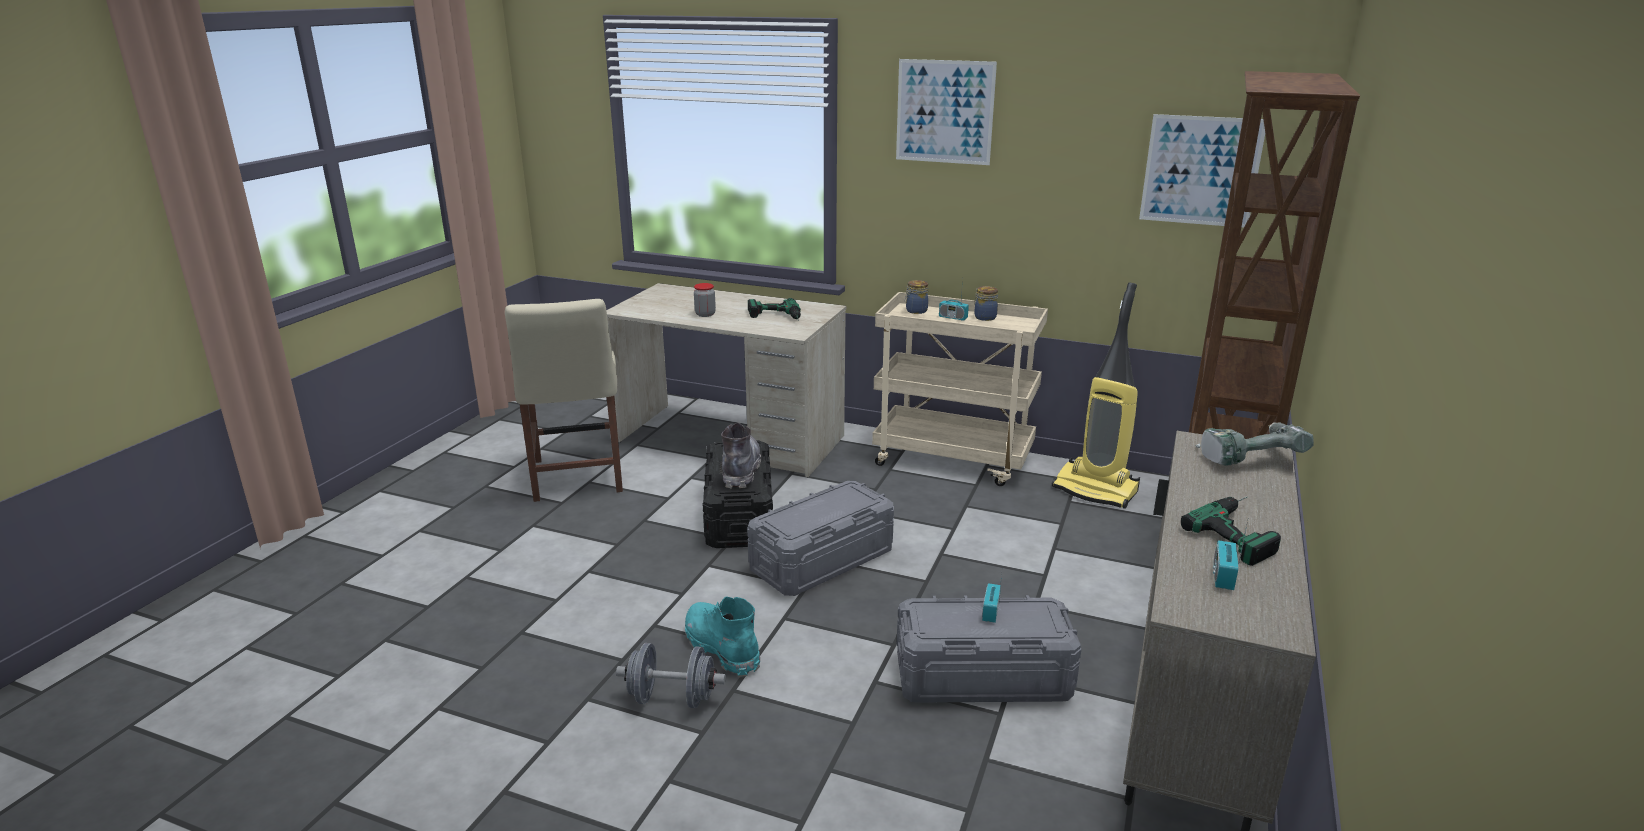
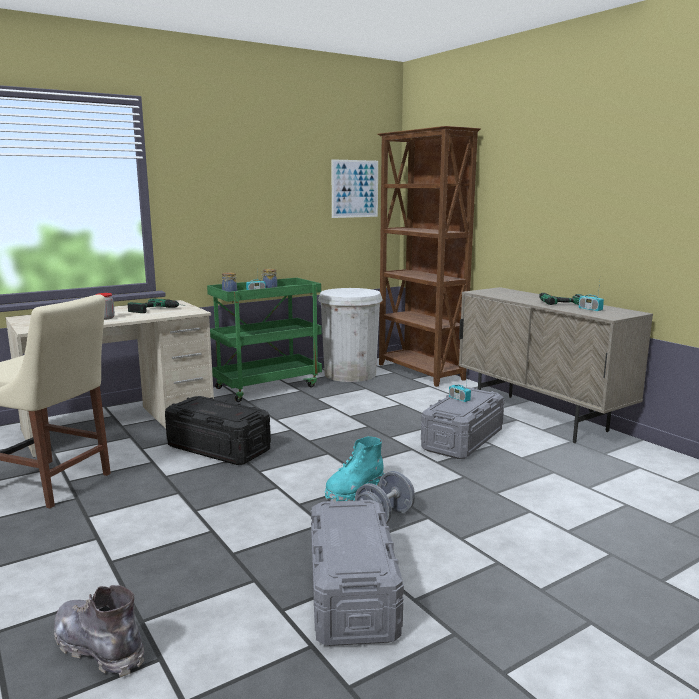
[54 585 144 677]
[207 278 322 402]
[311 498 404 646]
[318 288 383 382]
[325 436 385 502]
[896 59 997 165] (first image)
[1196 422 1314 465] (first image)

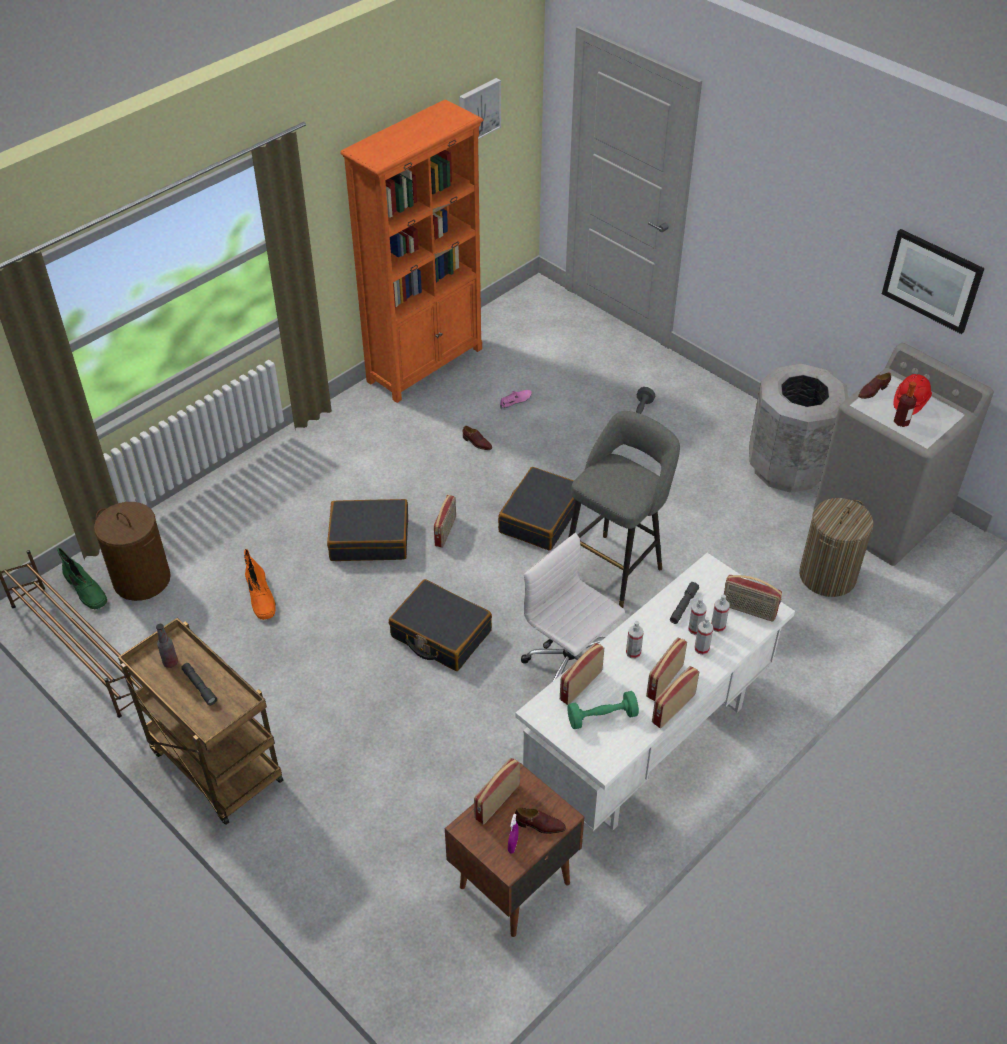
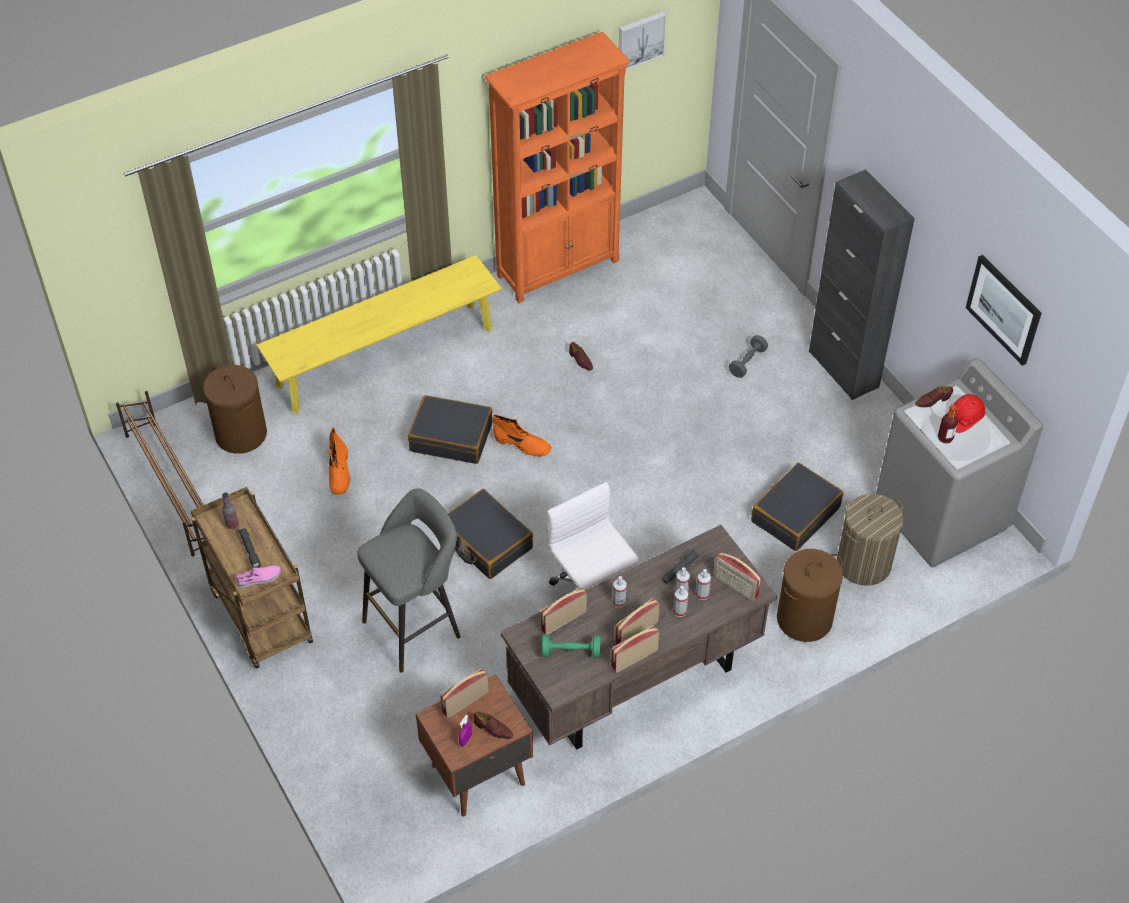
[236 565 281 588]
[257 255 502 414]
[358 489 461 673]
[493 414 551 457]
[500 525 777 750]
[751 463 843 551]
[777 549 843 642]
[809 169 915 400]
[57 548 107 610] (first image)
[749 363 849 493] (first image)

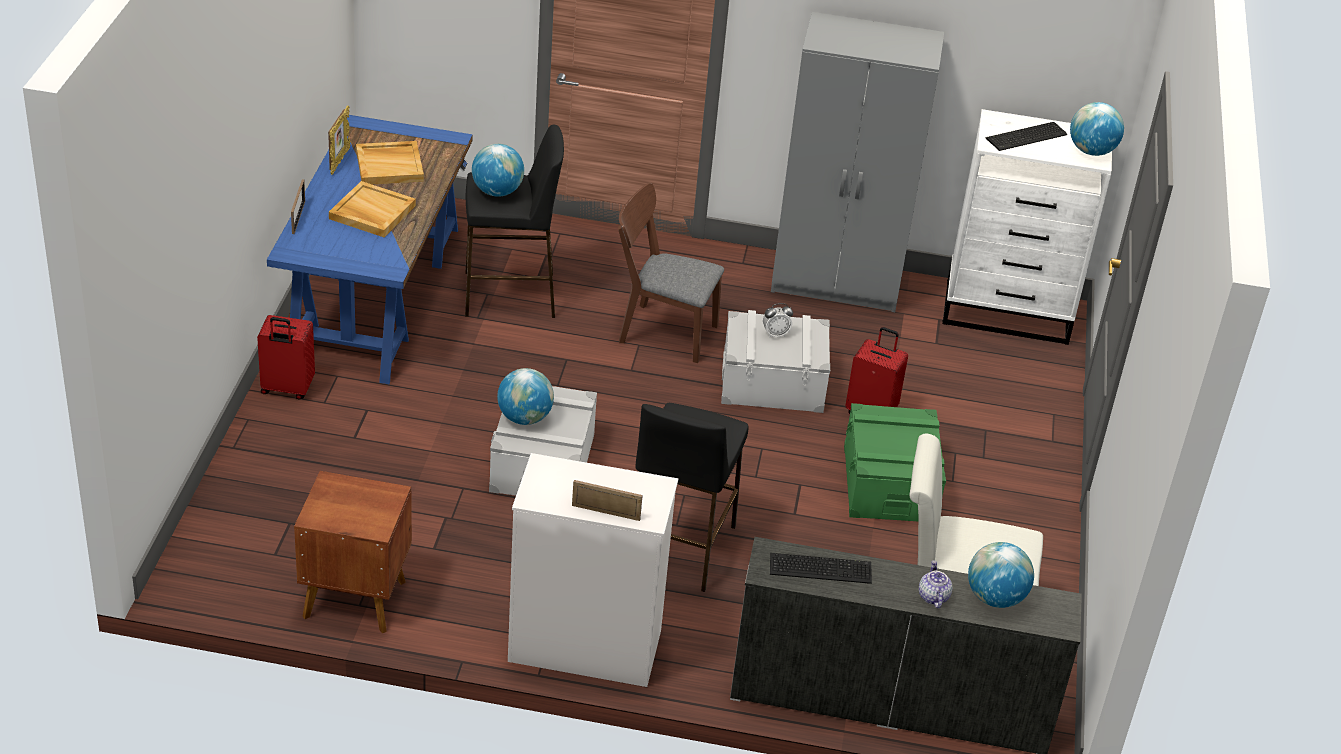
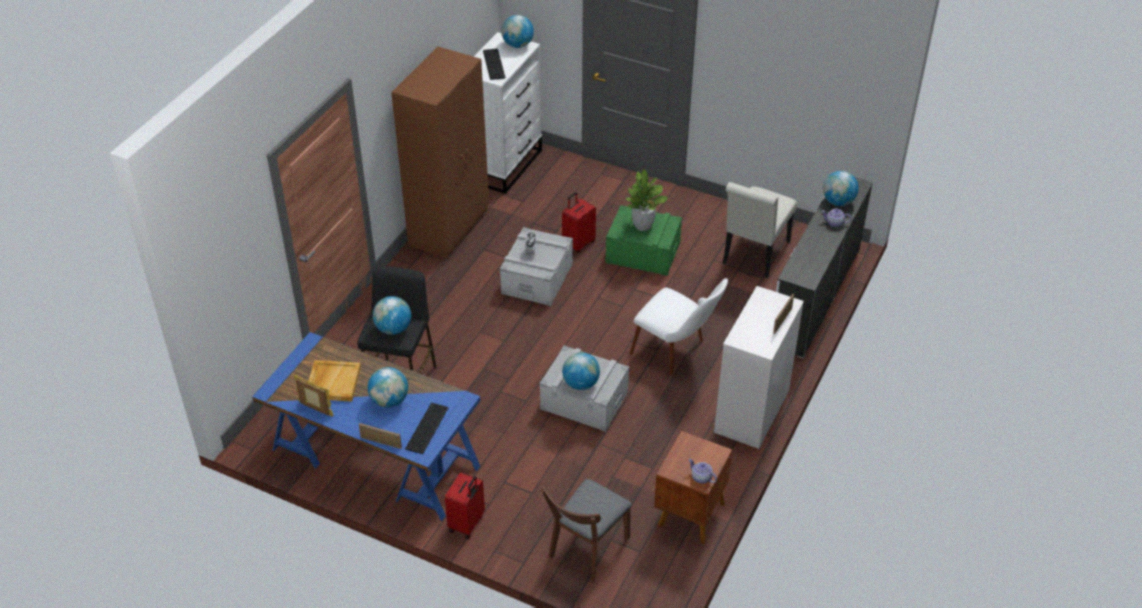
[368 367 408 408]
[391 47 489 259]
[405 403 448 454]
[541 479 632 582]
[626 169 669 231]
[630 278 728 375]
[688 459 717 484]

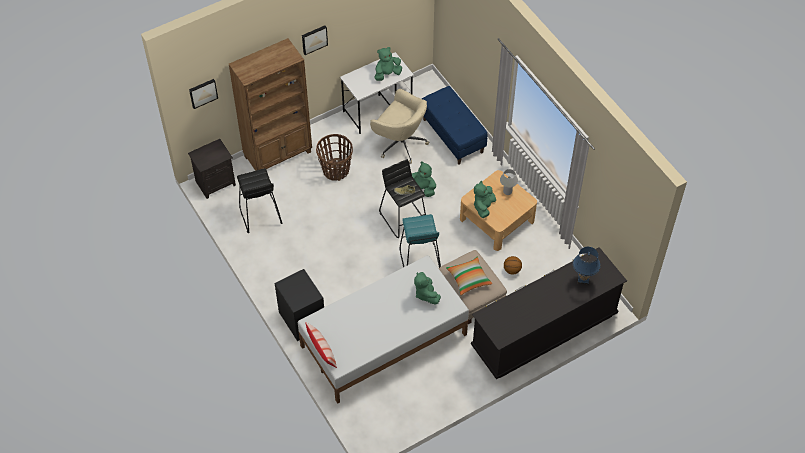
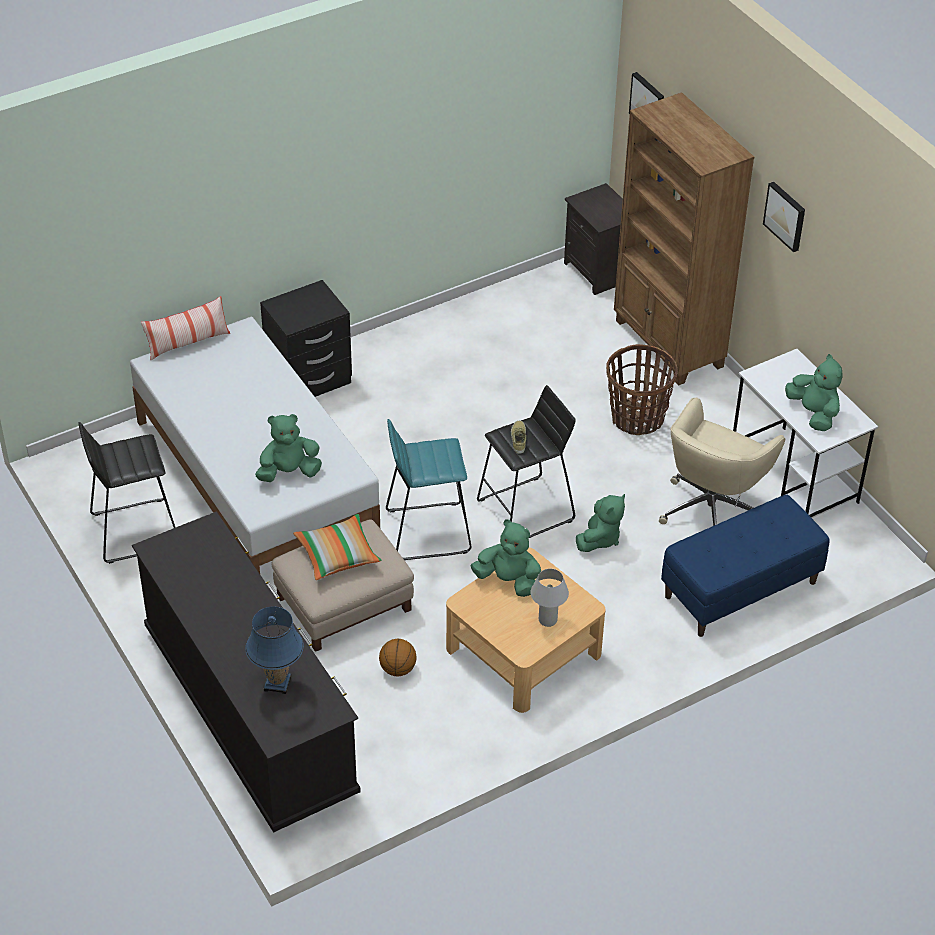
[78 422 175 564]

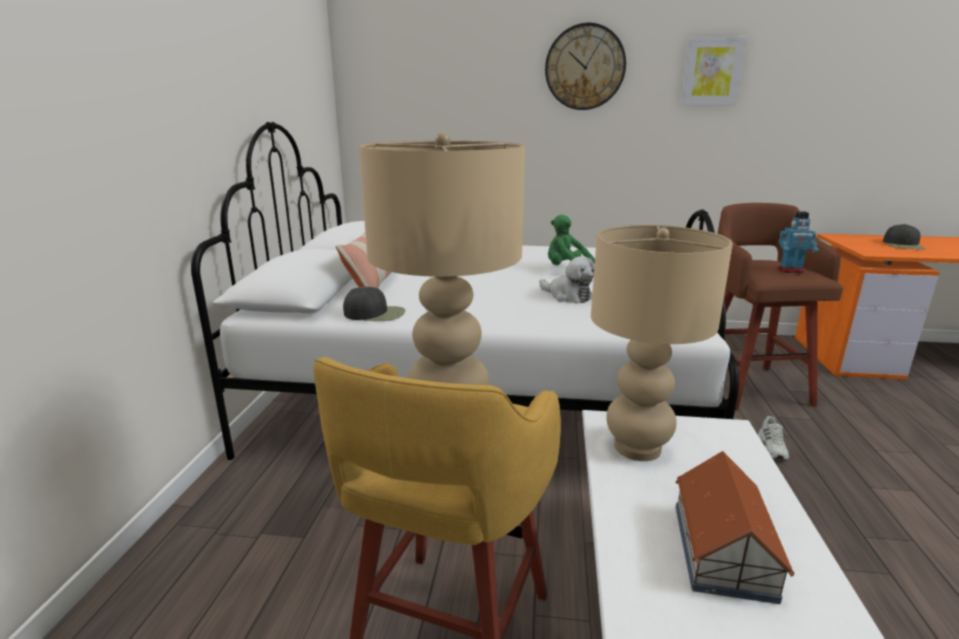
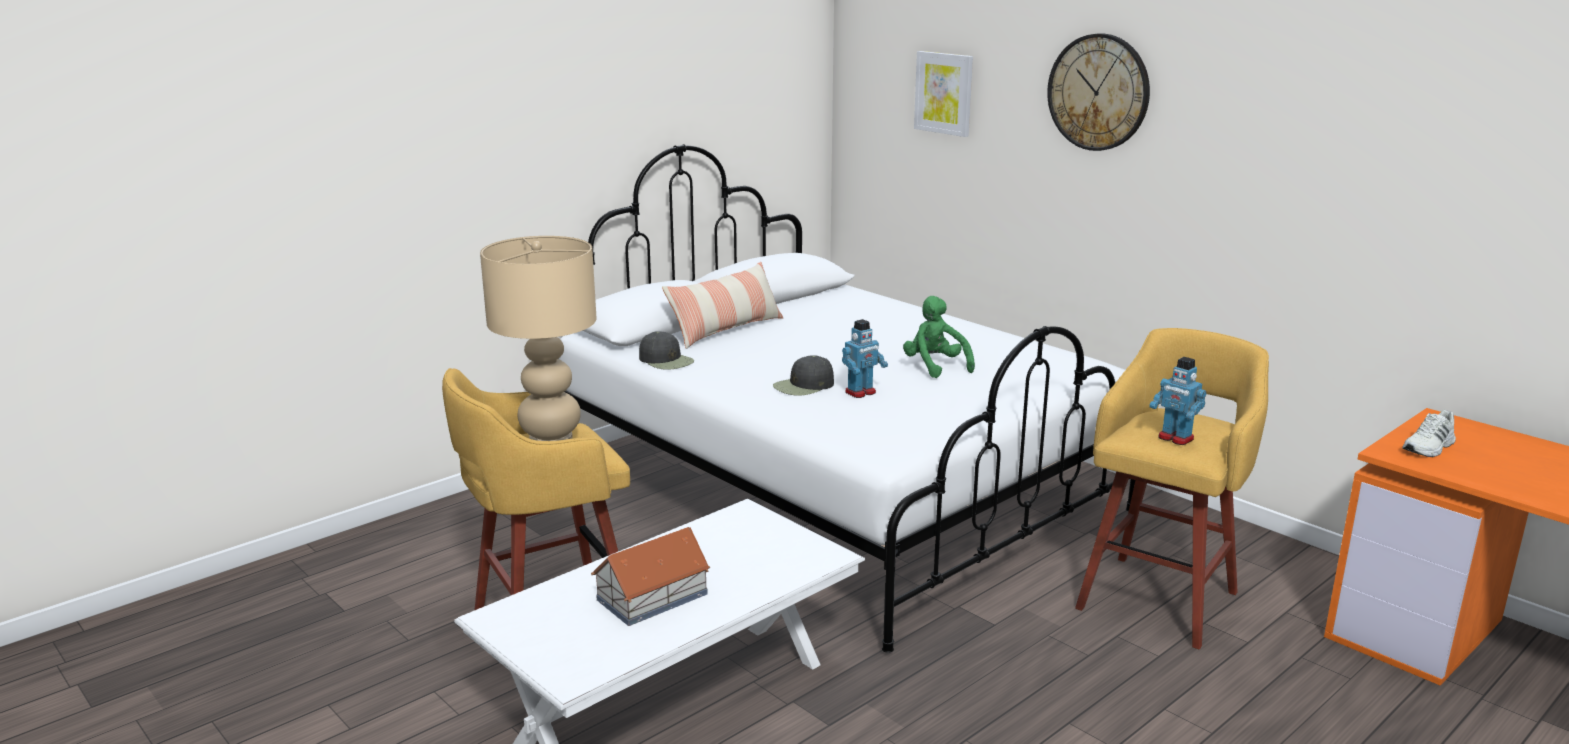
[773 355 834 396]
[842 319 888 398]
[914 51 973 137]
[1075 328 1269 649]
[1402 410 1456 457]
[591 225 733 461] (first image)

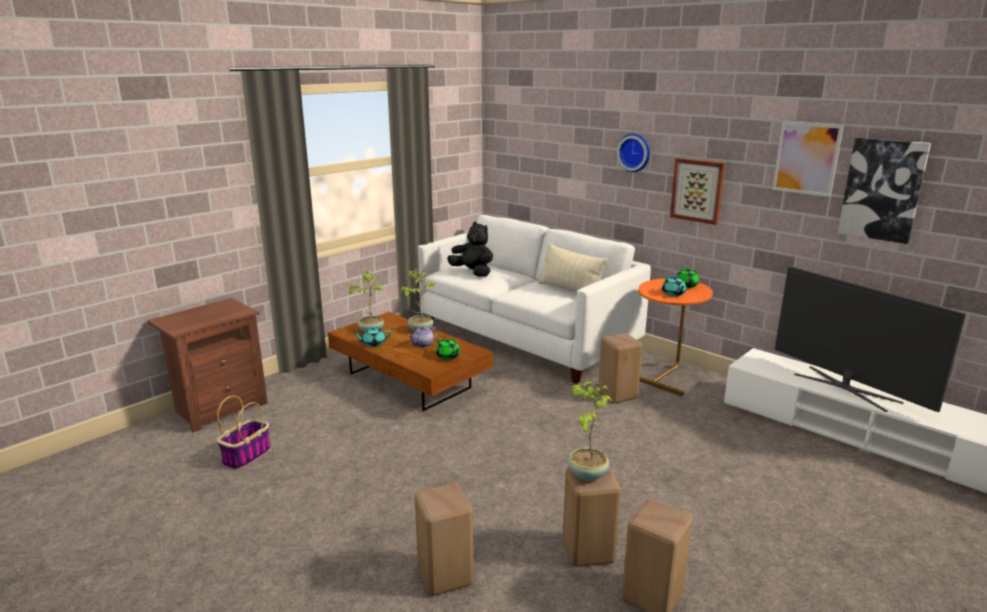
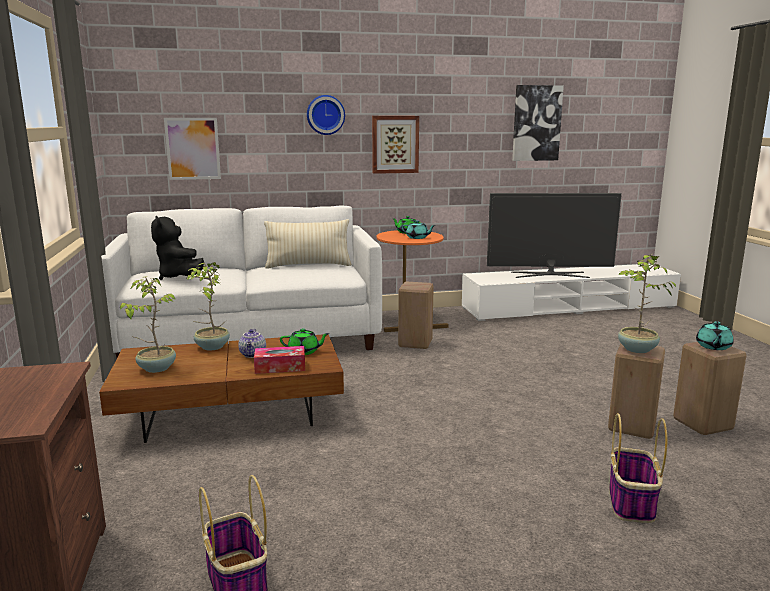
[151 216 204 280]
[164 118 221 180]
[254 346 305 374]
[609 413 668 523]
[696 321 734 350]

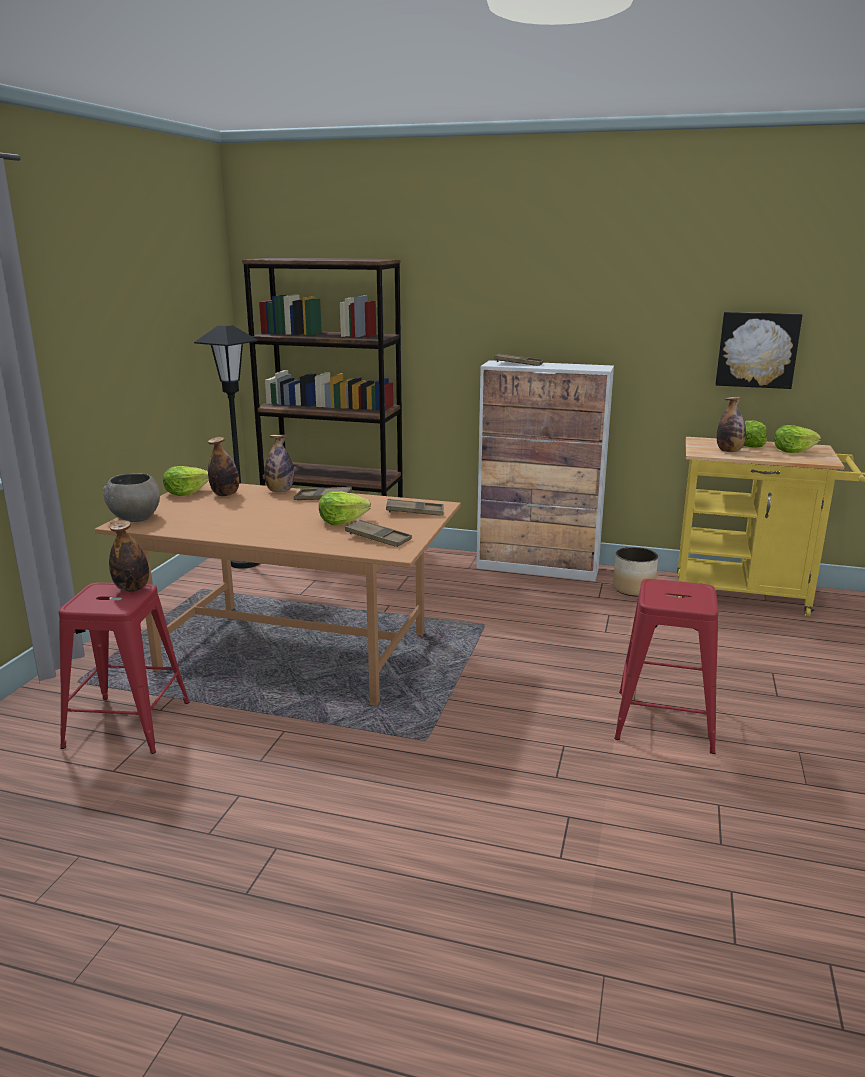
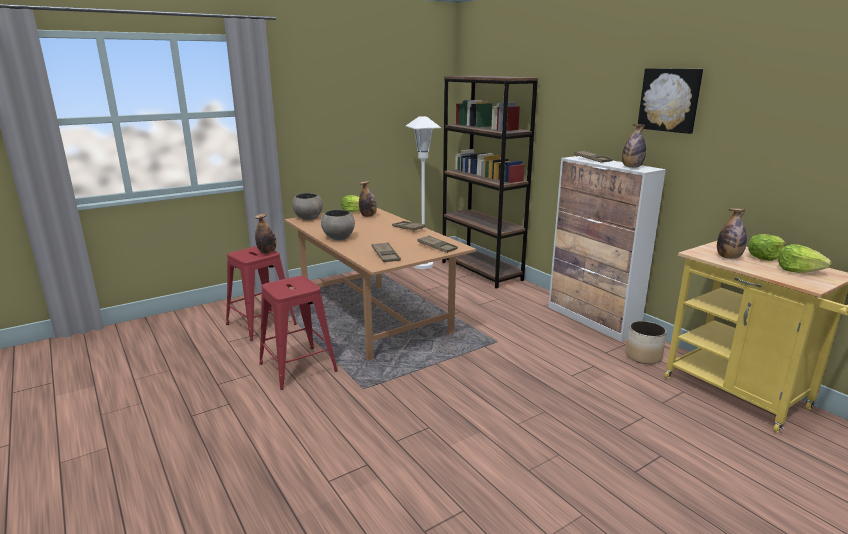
[259 276 338 390]
[321 210 355 240]
[406 116 441 269]
[622 124 646 168]
[638 68 703 134]
[319 491 371 525] (first image)

